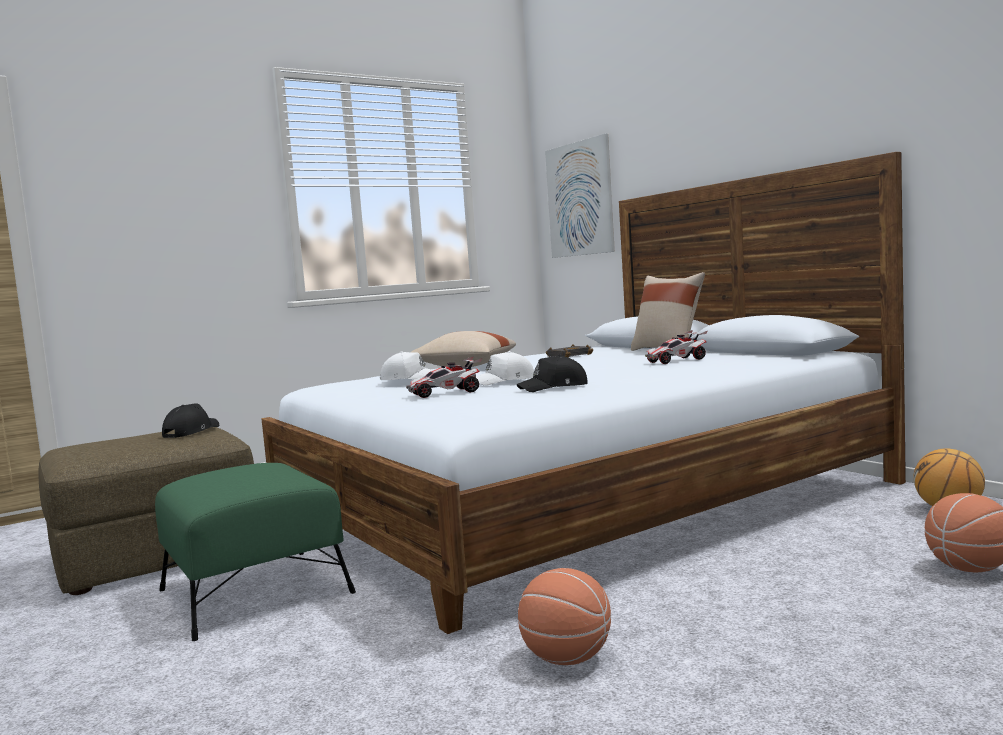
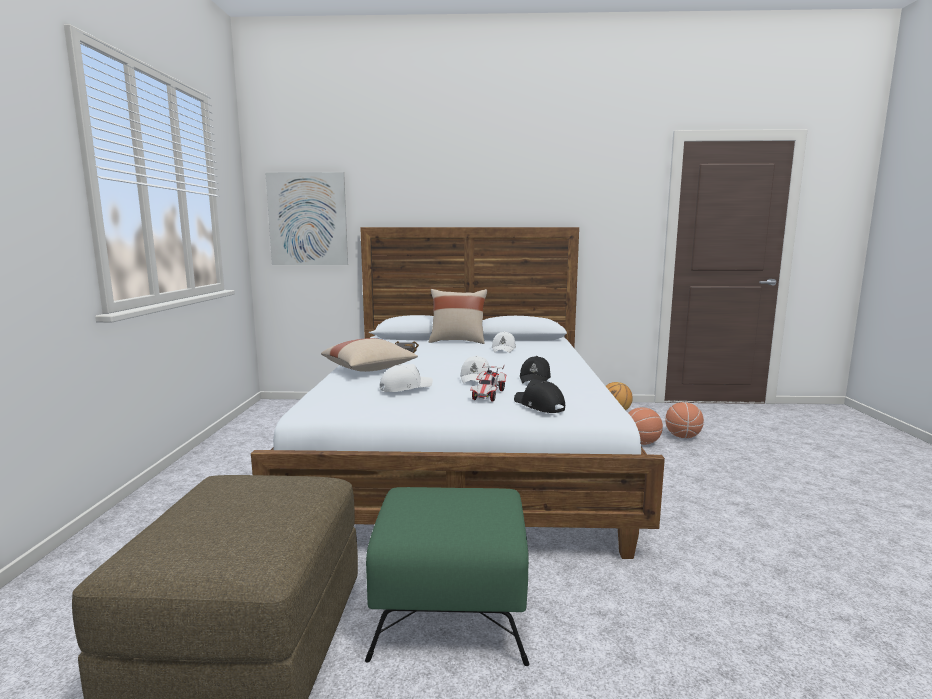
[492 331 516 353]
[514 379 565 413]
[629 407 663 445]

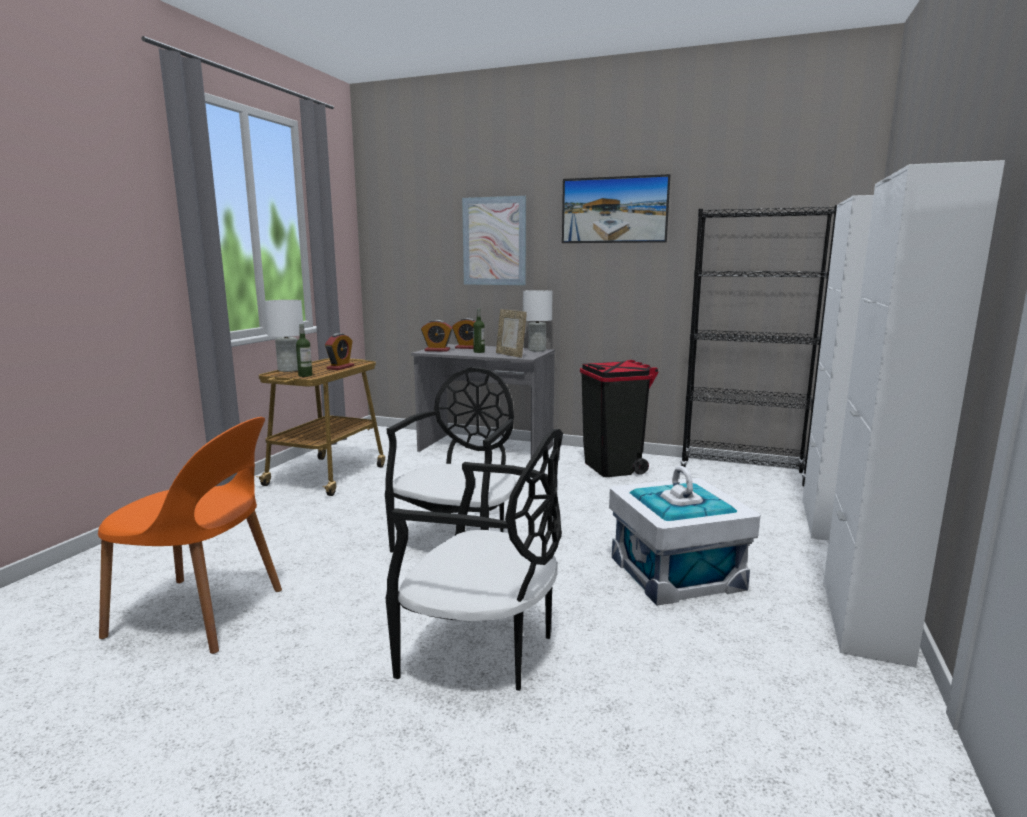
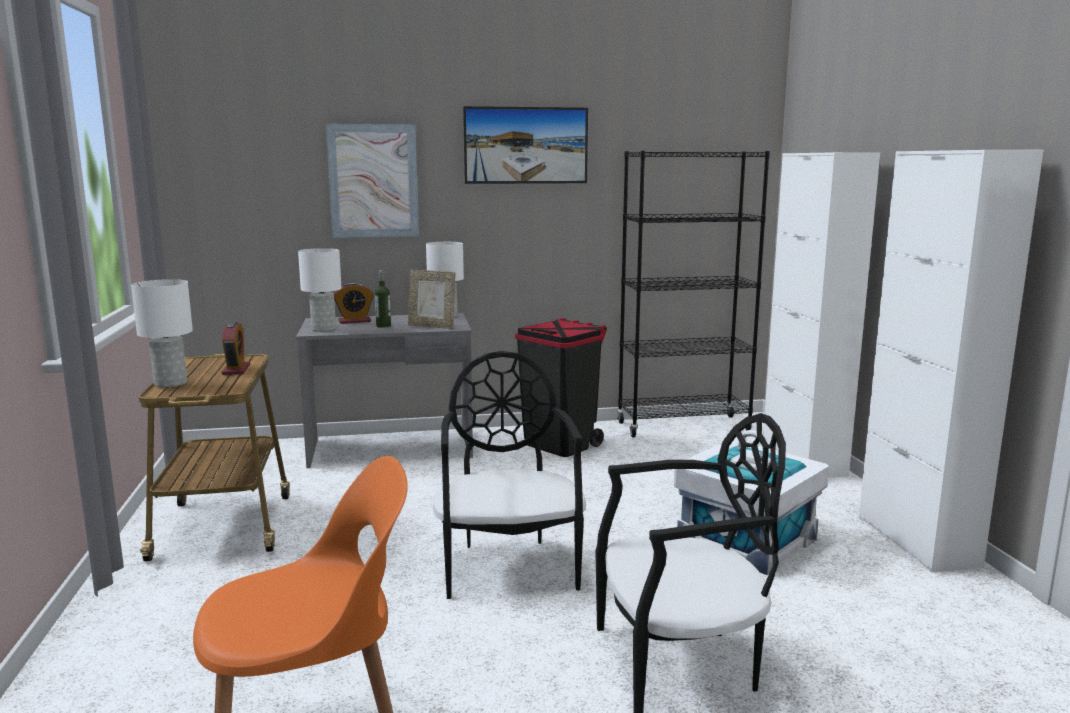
[298 248 342 332]
[296 324 313 377] (first image)

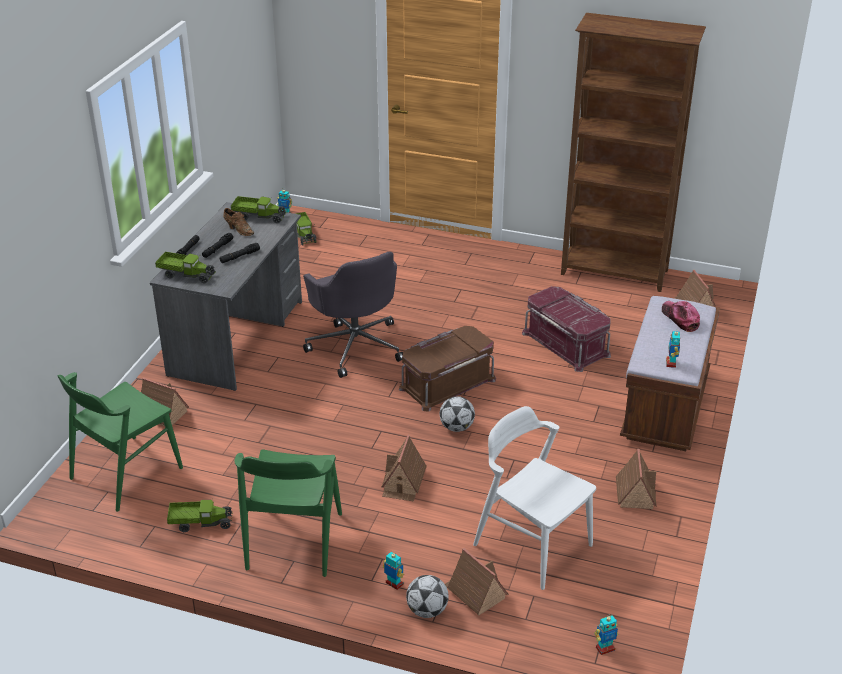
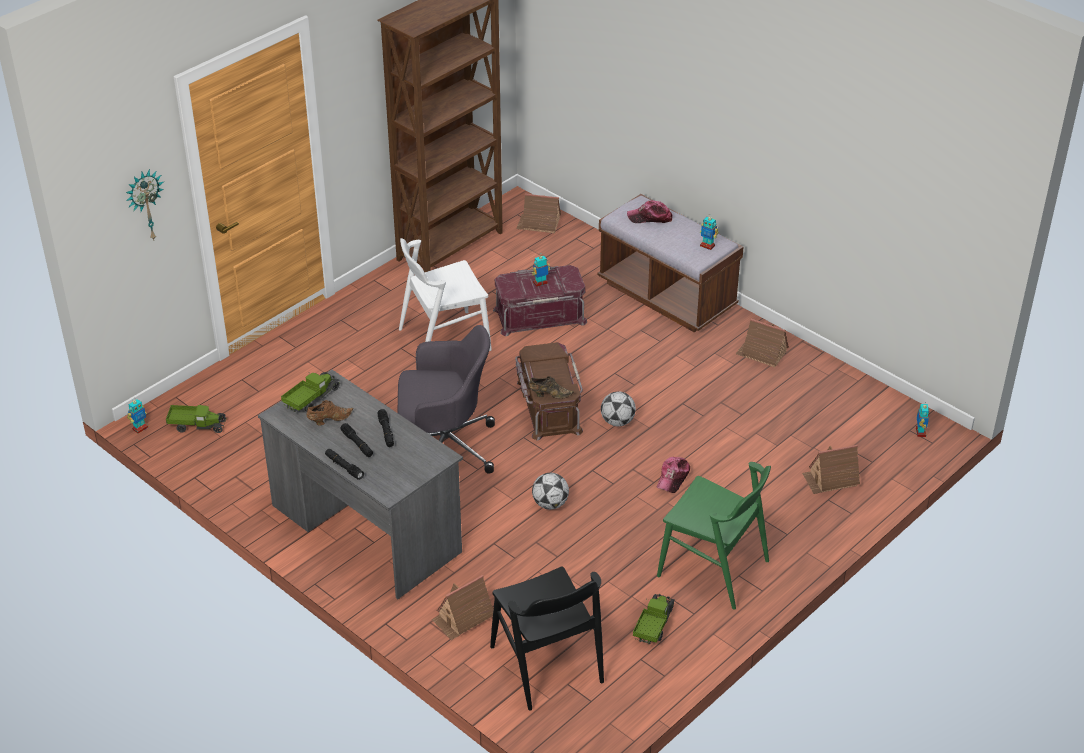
[126 169 164 240]
[399 238 492 351]
[490 567 604 711]
[529 376 574 399]
[532 253 550 287]
[532 473 569 510]
[657 457 690 493]
[155 252 216 284] (first image)

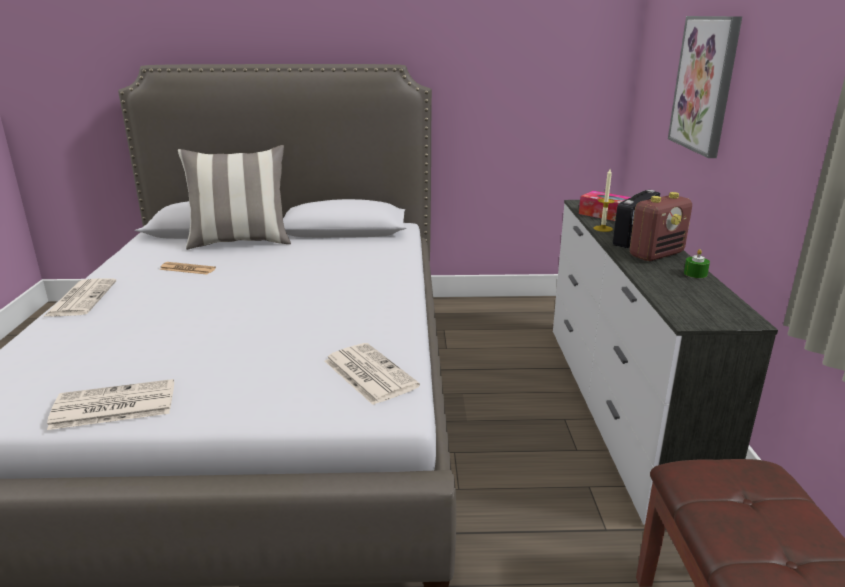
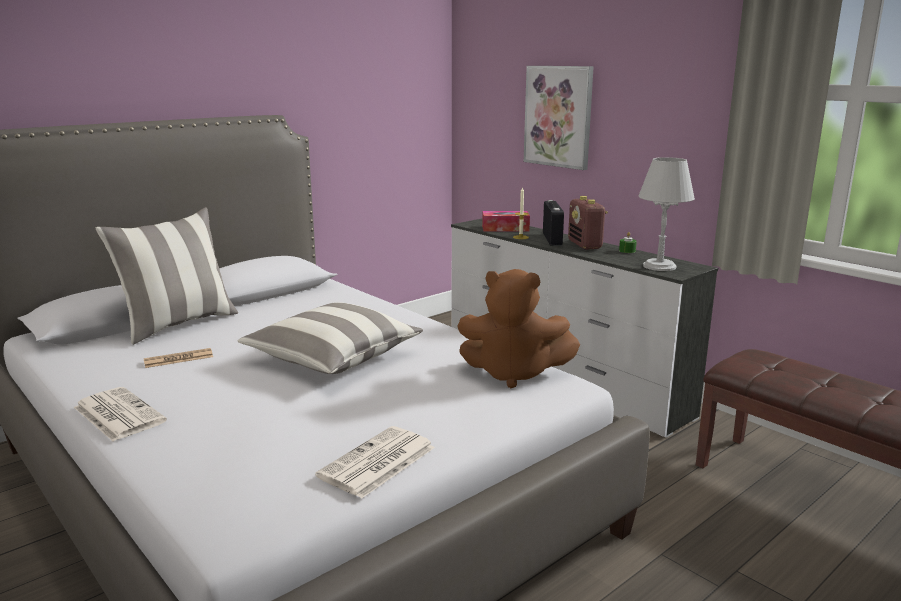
[237 302 423 374]
[457 269 580 388]
[568 196 608 250]
[638 157 695 271]

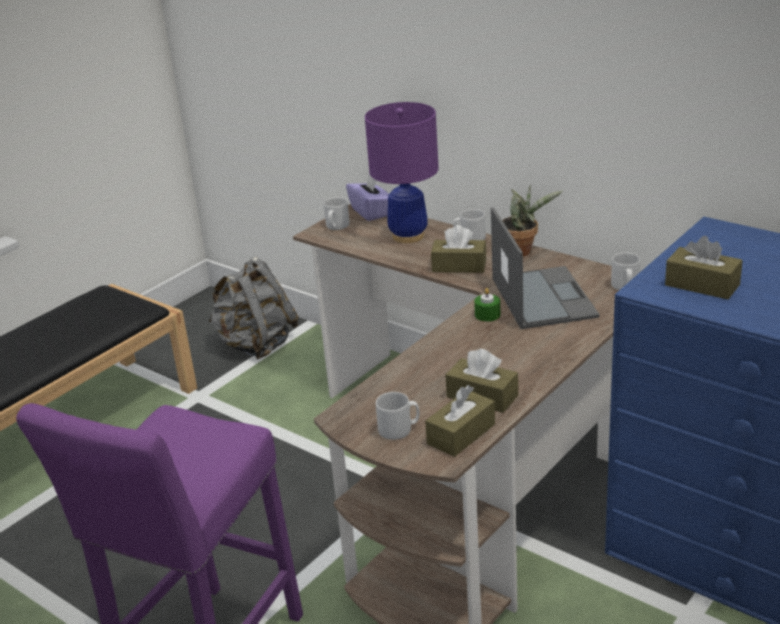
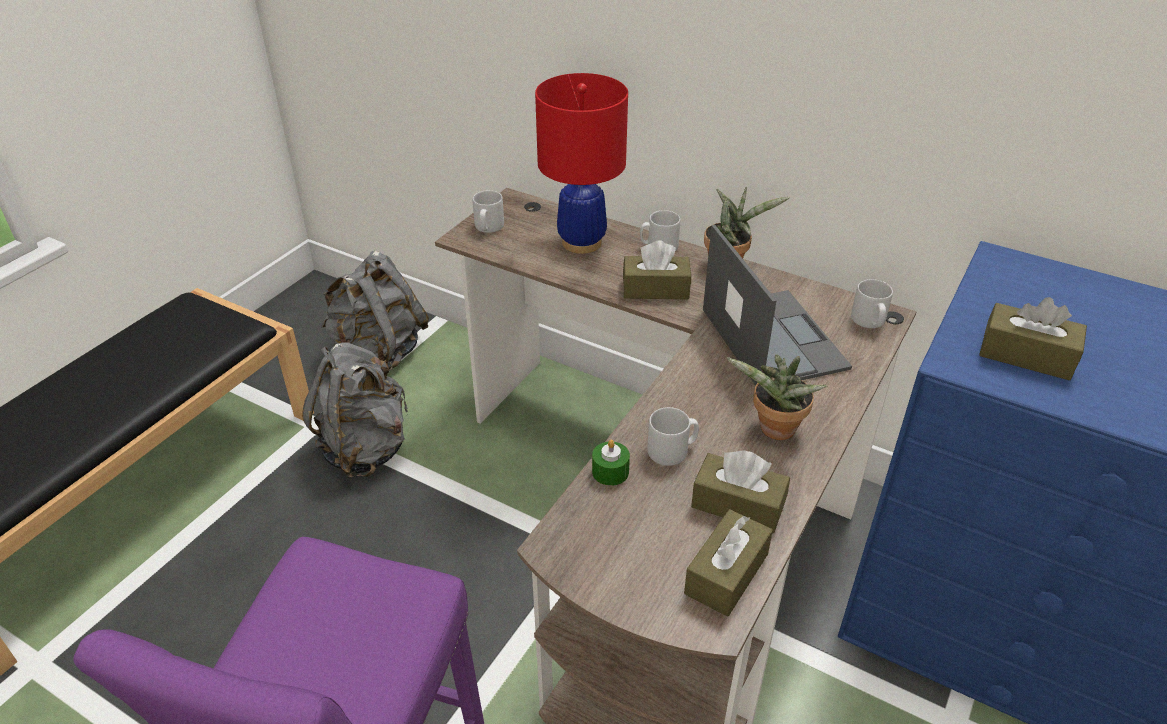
[302 342 408 478]
[535 73 628 254]
[592 440 630 486]
[647 407 699 466]
[726 354 827 440]
[346 173 389 221] (first image)

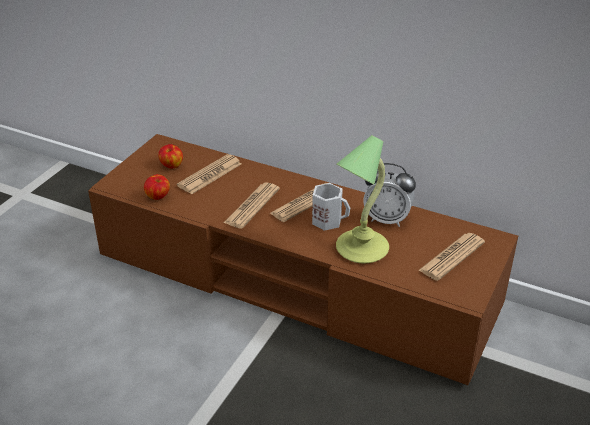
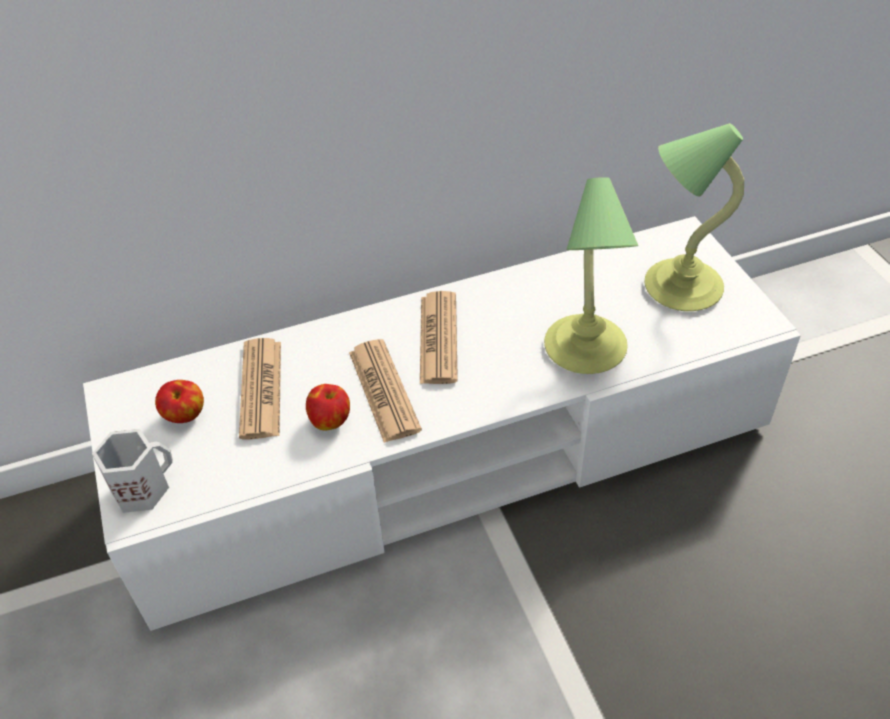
[83 216 801 631]
[92 429 173 513]
[306 384 350 430]
[644 123 744 311]
[363 163 416 227] (first image)

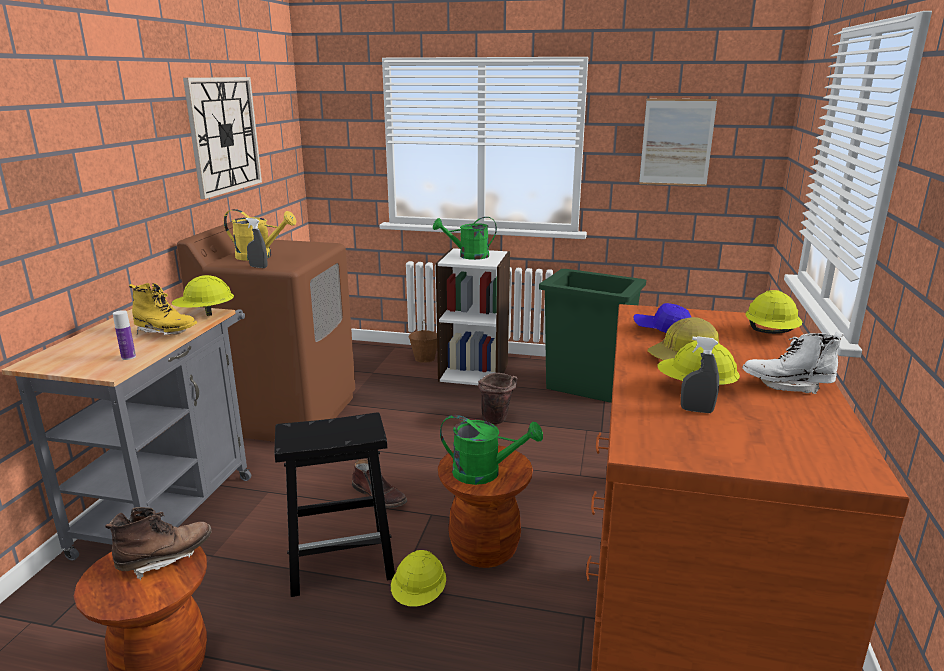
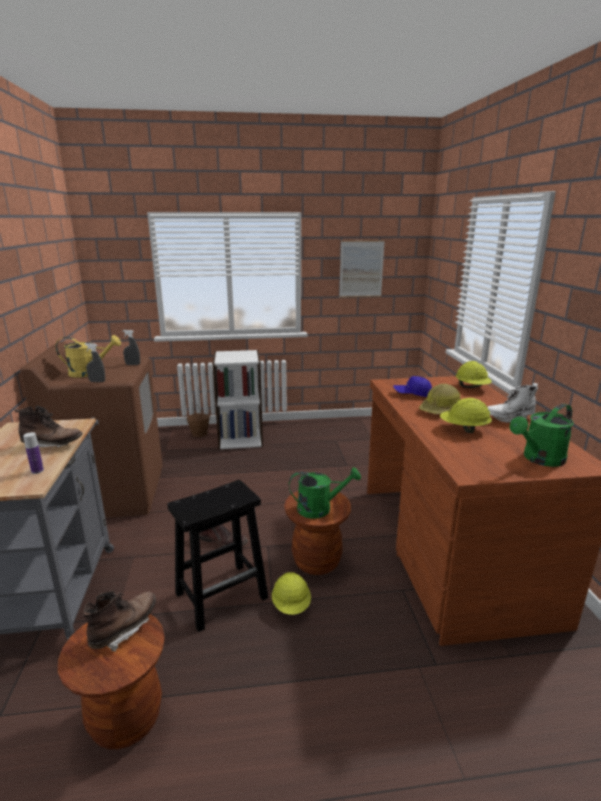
[14 406 83 447]
[122 330 140 365]
[510 404 574 467]
[171 275 234 316] (first image)
[183 77 262 199] (first image)
[478 373 518 424] (first image)
[539 269 646 403] (first image)

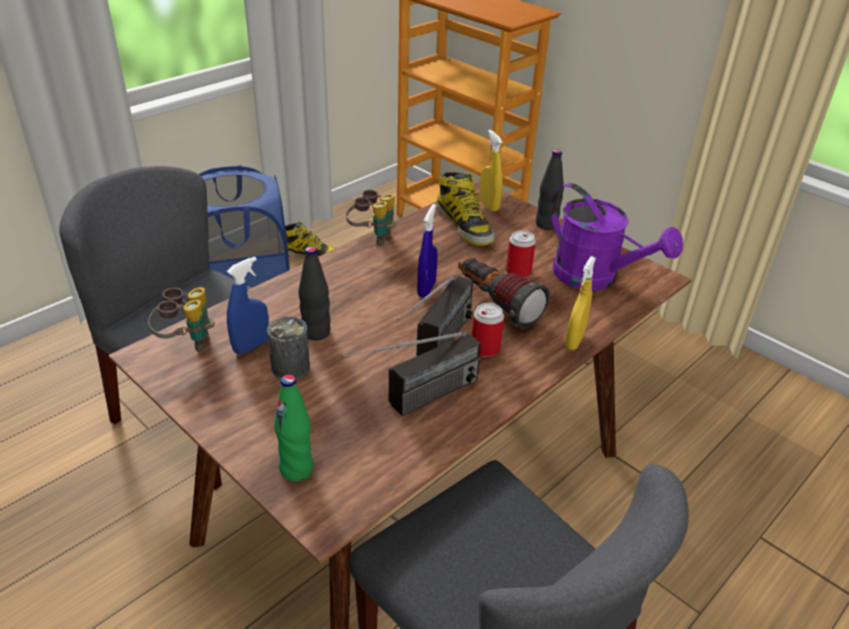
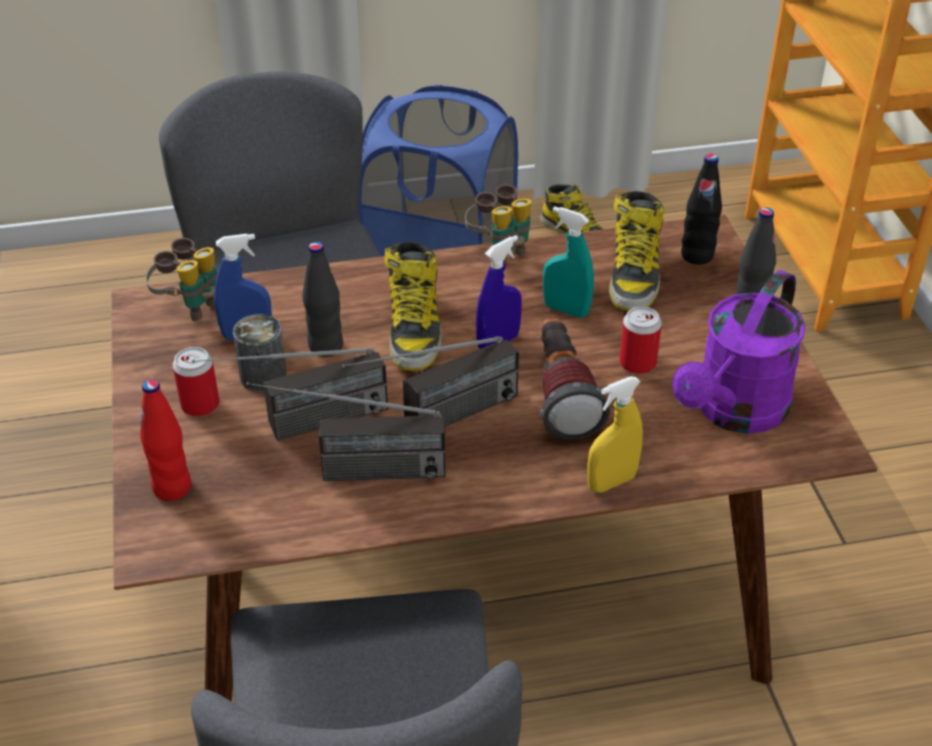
[140 379 191 501]
[173 347 219 417]
[192 348 388 441]
[384 242 441 371]
[543 206 594 318]
[672 270 805 434]
[681 154 722 265]

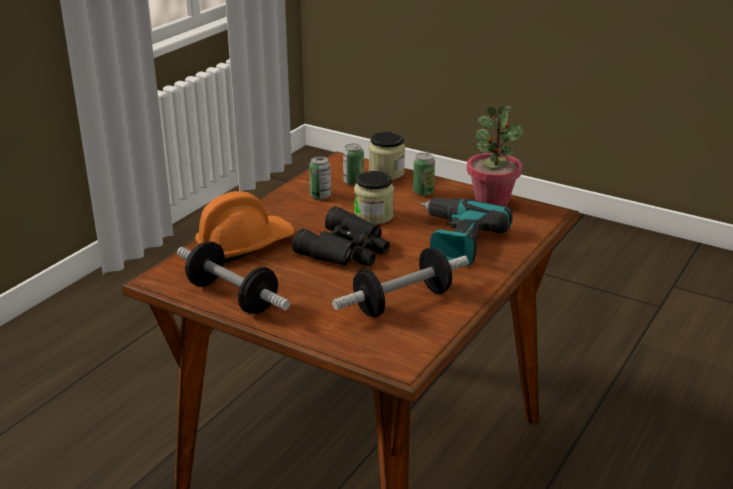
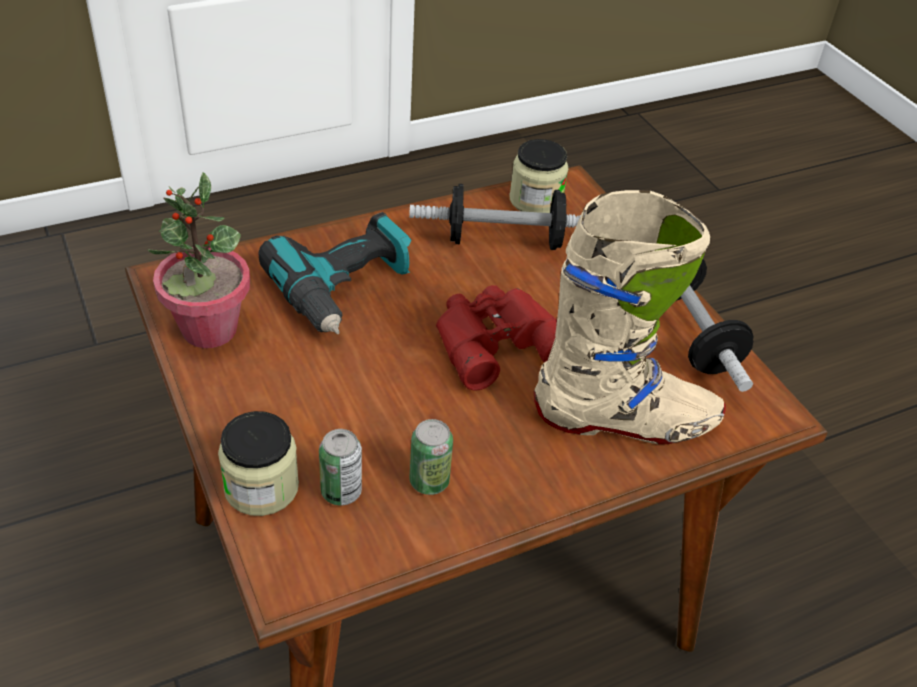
[436 285 557 391]
[509 139 568 213]
[534 190 726 444]
[413 153 435 196] (first image)

